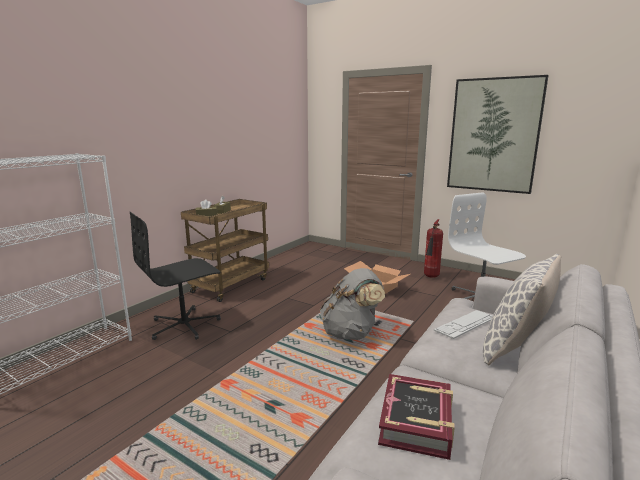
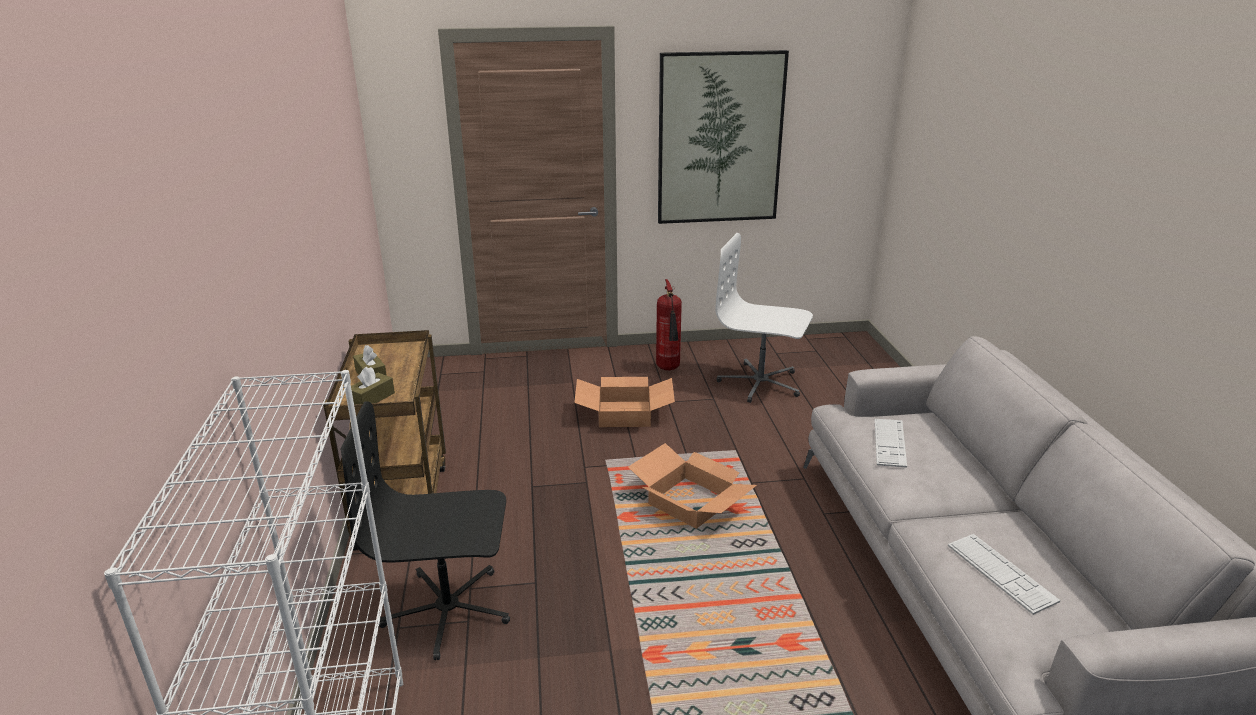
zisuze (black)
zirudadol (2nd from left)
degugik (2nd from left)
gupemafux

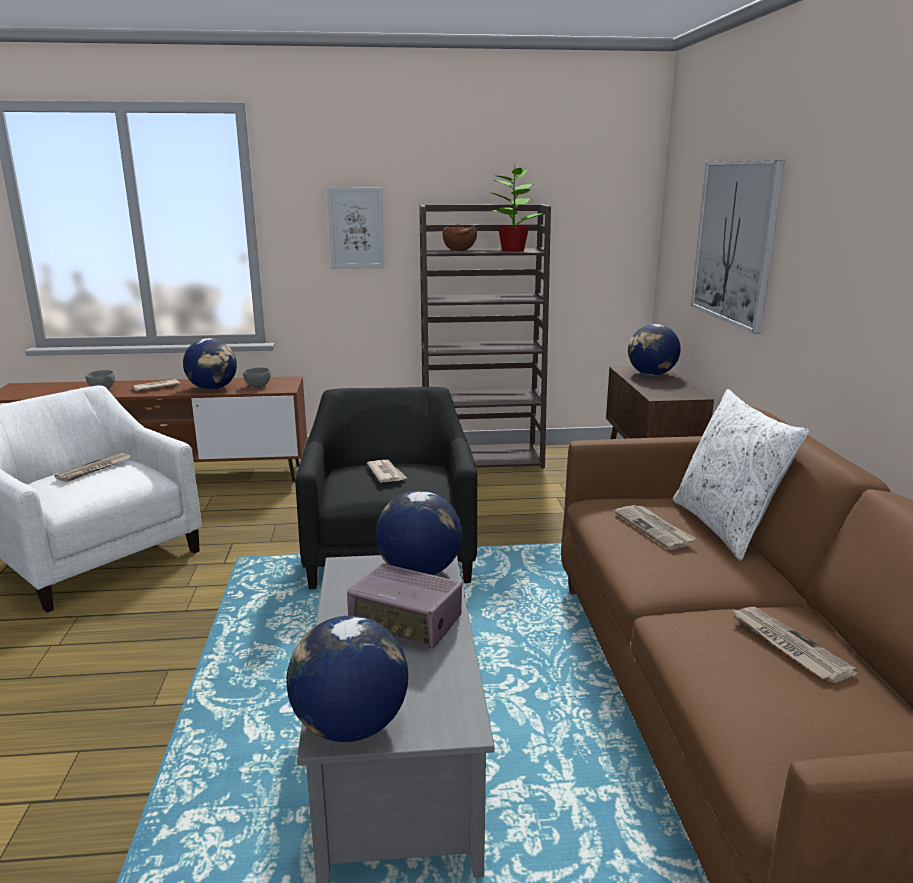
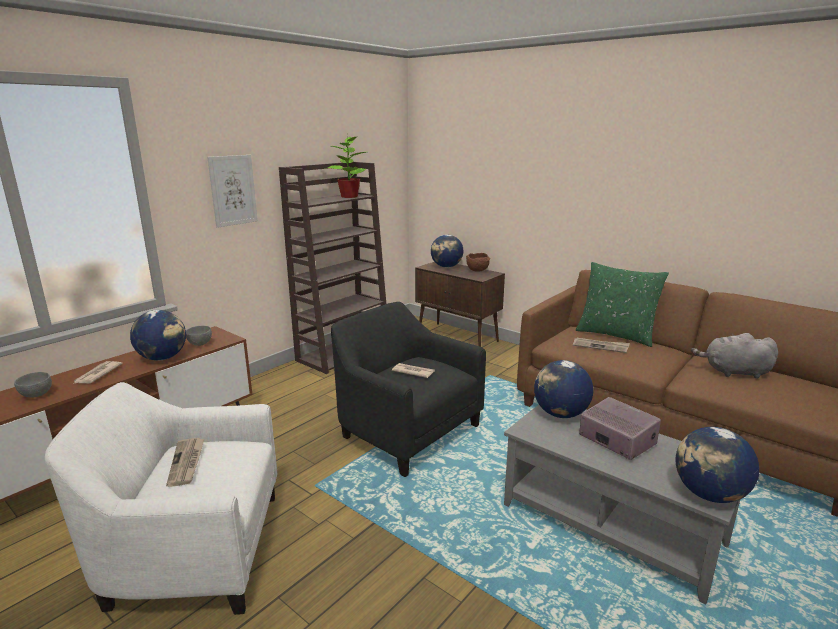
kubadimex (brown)
gupemafux (green)
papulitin
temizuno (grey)
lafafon (2nd from left in the first image)

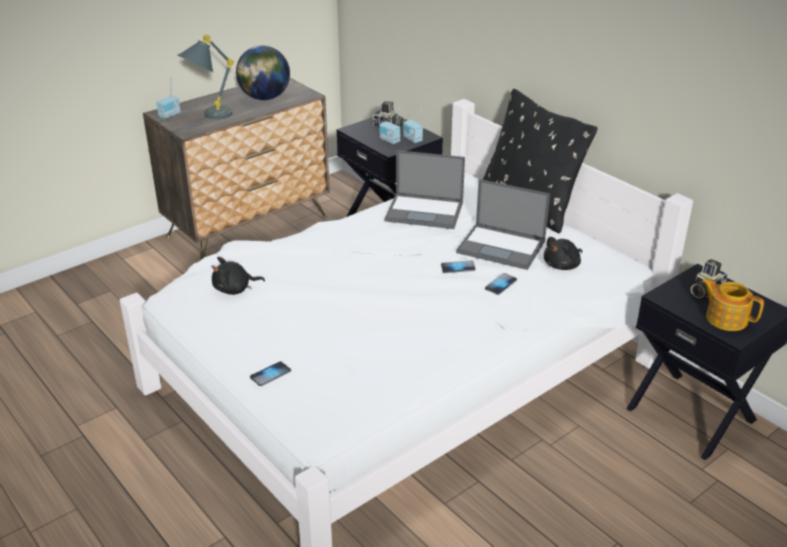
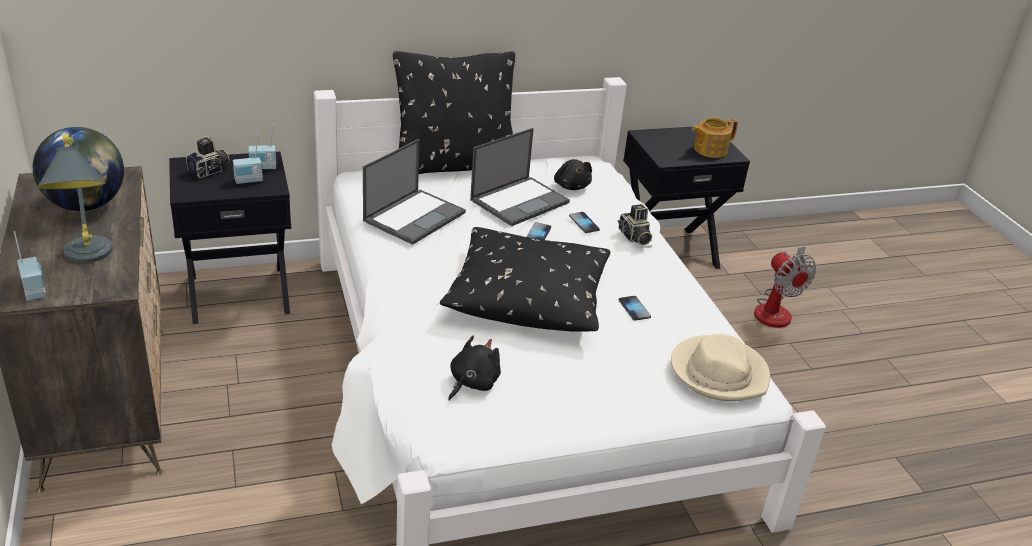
gupemafux (black) (2nd from left)
temizuno (black) (1st from left)
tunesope (2nd from left)
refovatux (3rd from left)
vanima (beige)
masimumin

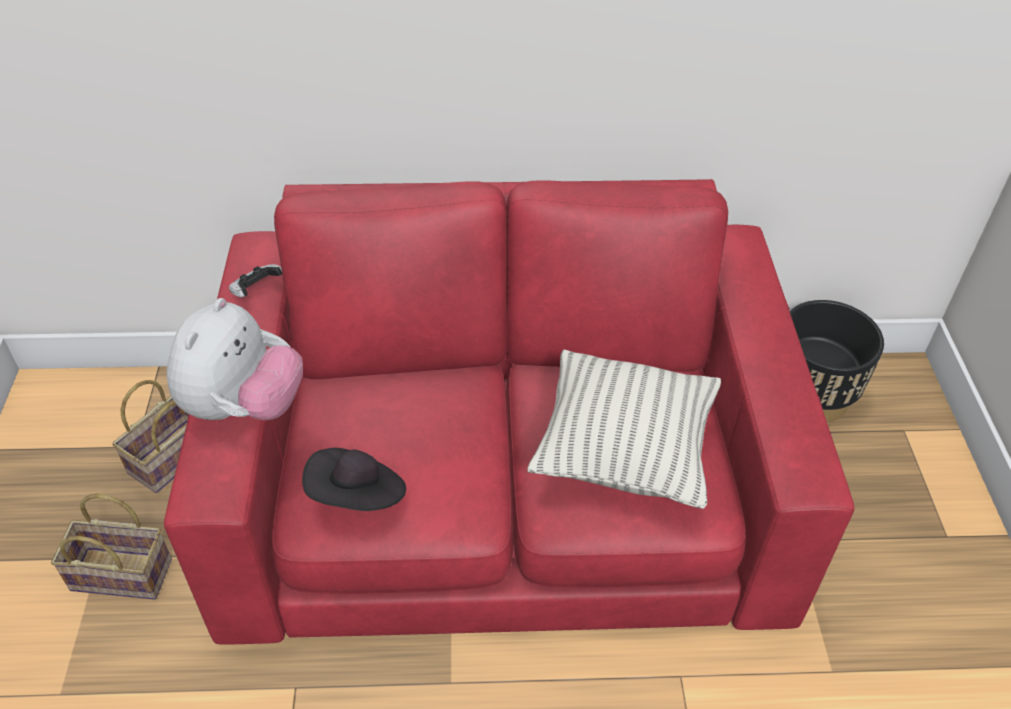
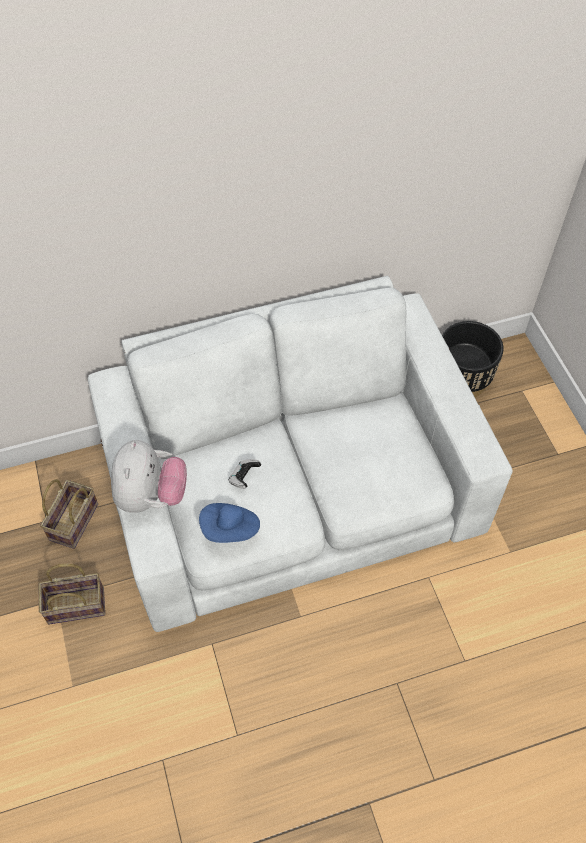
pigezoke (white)
vanima (blue)
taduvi
gupemafux

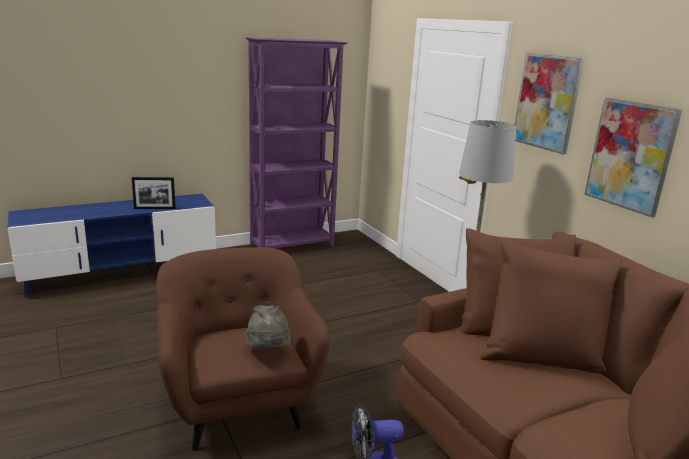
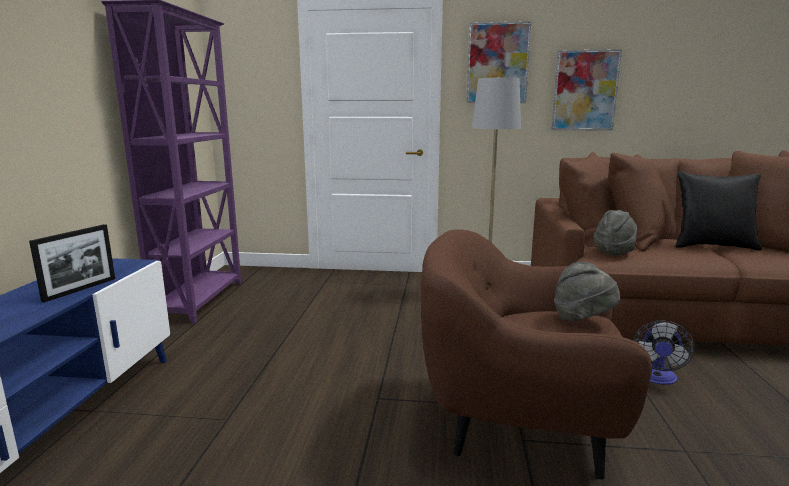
vanima (grey) (2nd from left)
gupemafux (black)

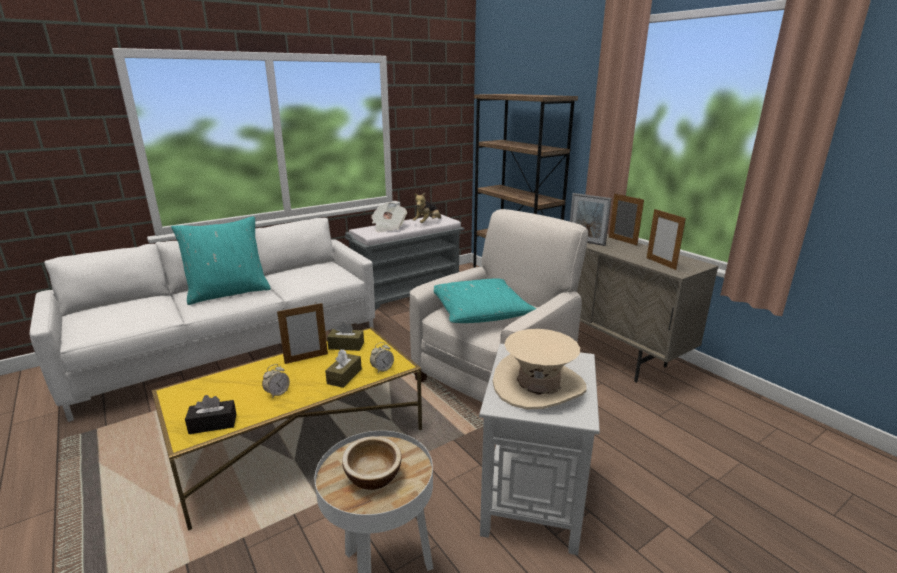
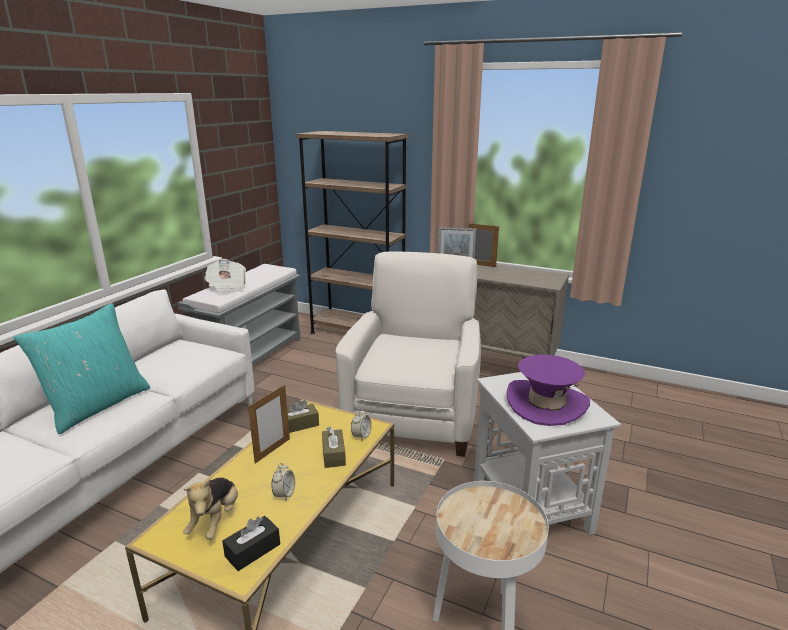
temizuno
vanima (purple)
kubadimex
gupemafux (turquoise) (2nd from left in the first image)
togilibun (4th from left in the first image)

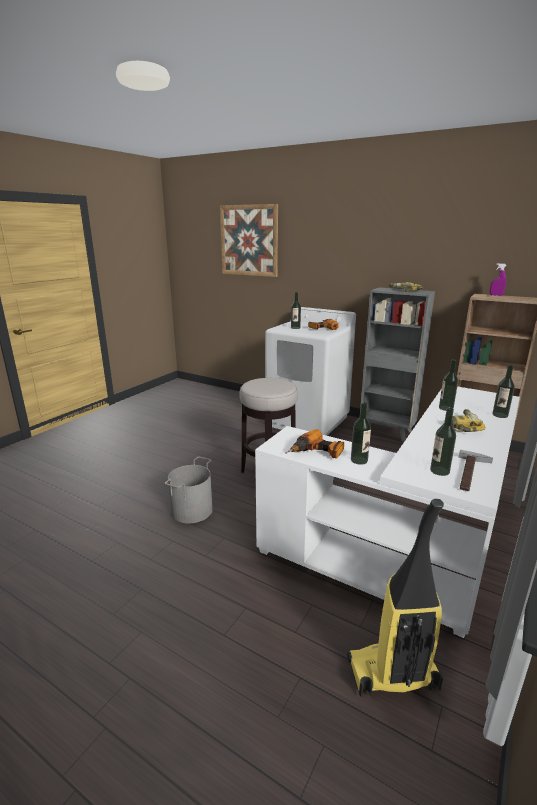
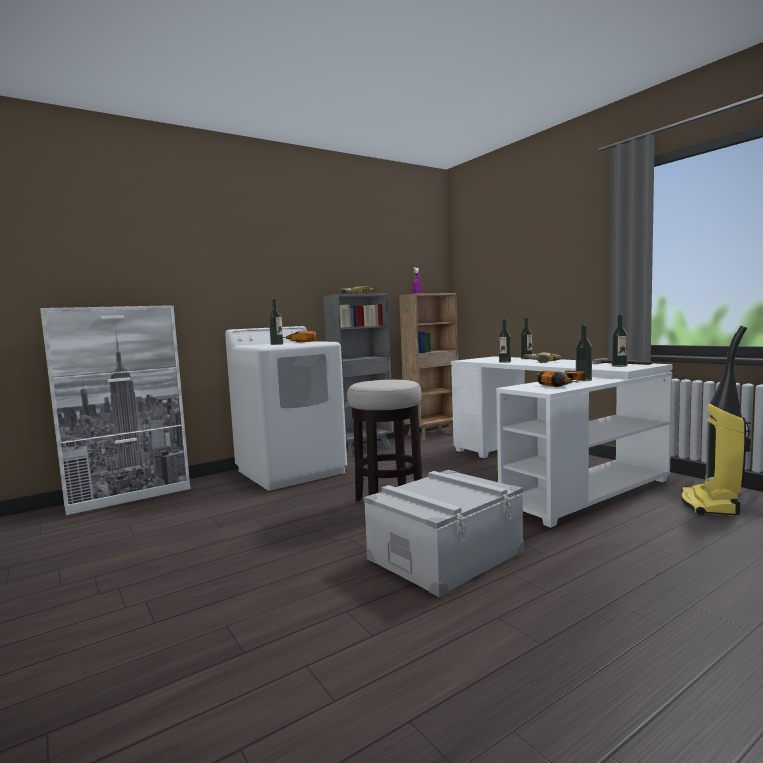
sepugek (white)
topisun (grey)
lafafon

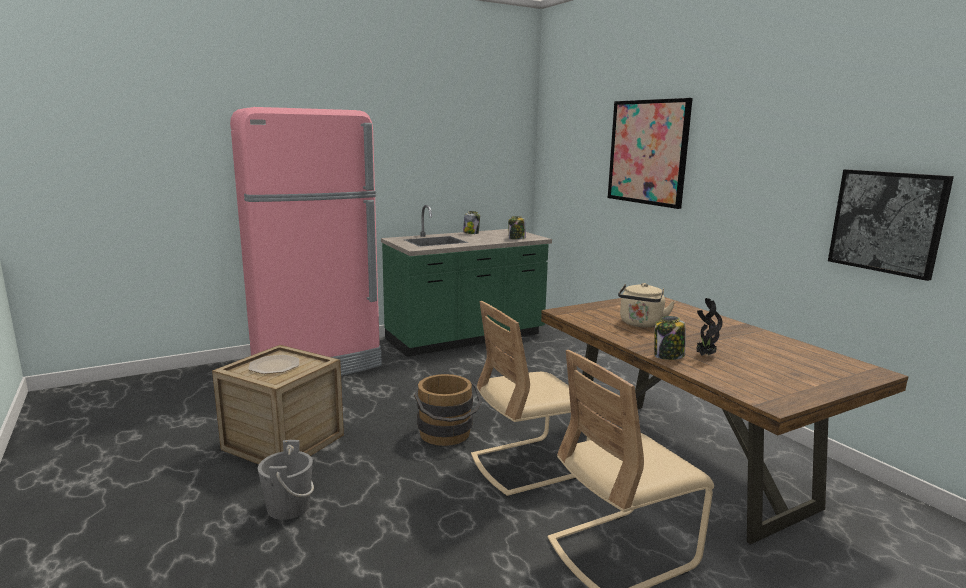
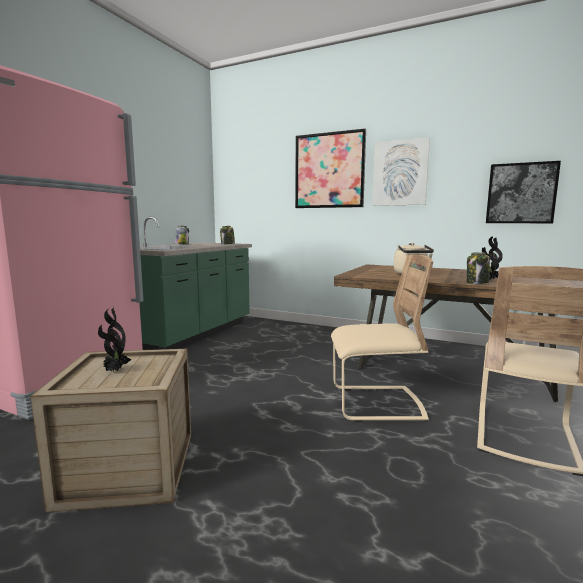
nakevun (1st from left)
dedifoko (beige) (1st from left)
lafafon (2nd from left)
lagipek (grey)
lagipek (brown)

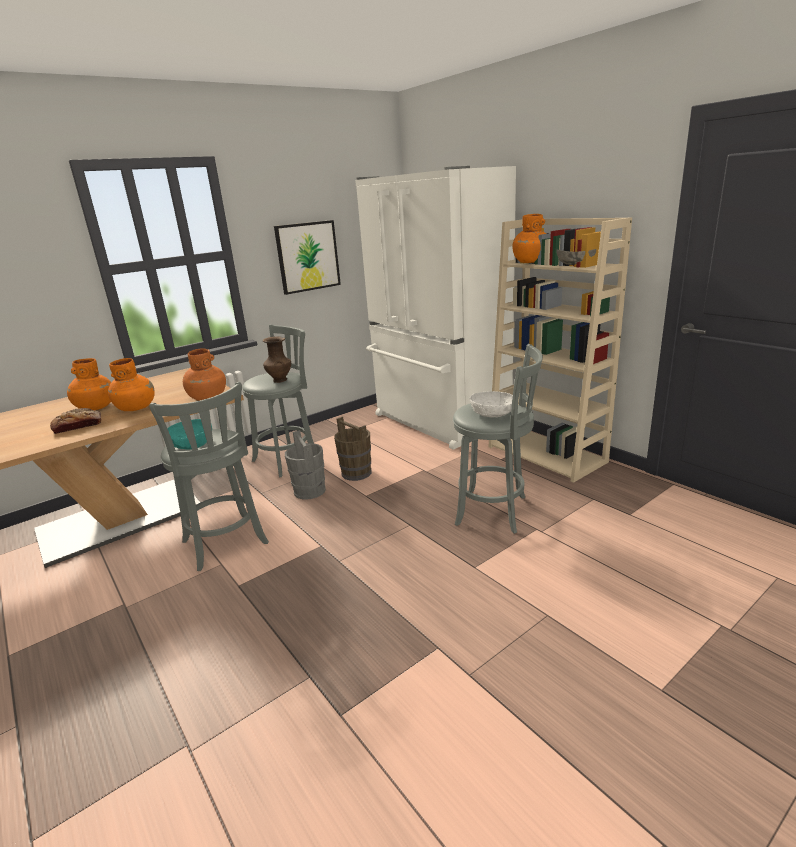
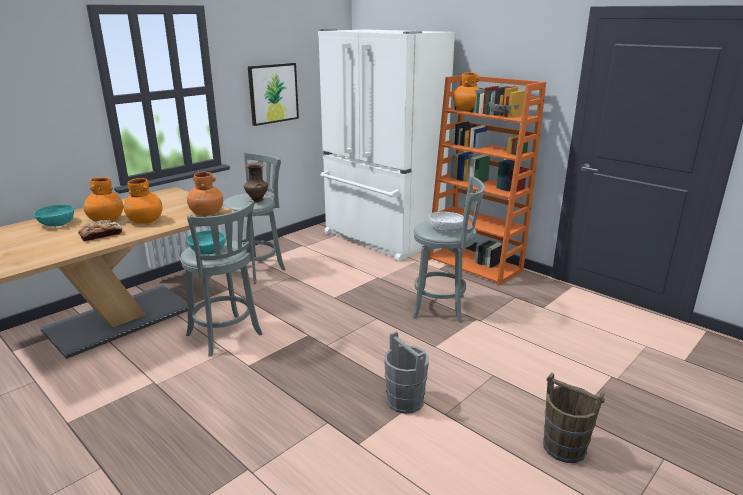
kubadimex (turquoise) (1st from left)
lagipek (grey)
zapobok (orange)
lagipek (brown)

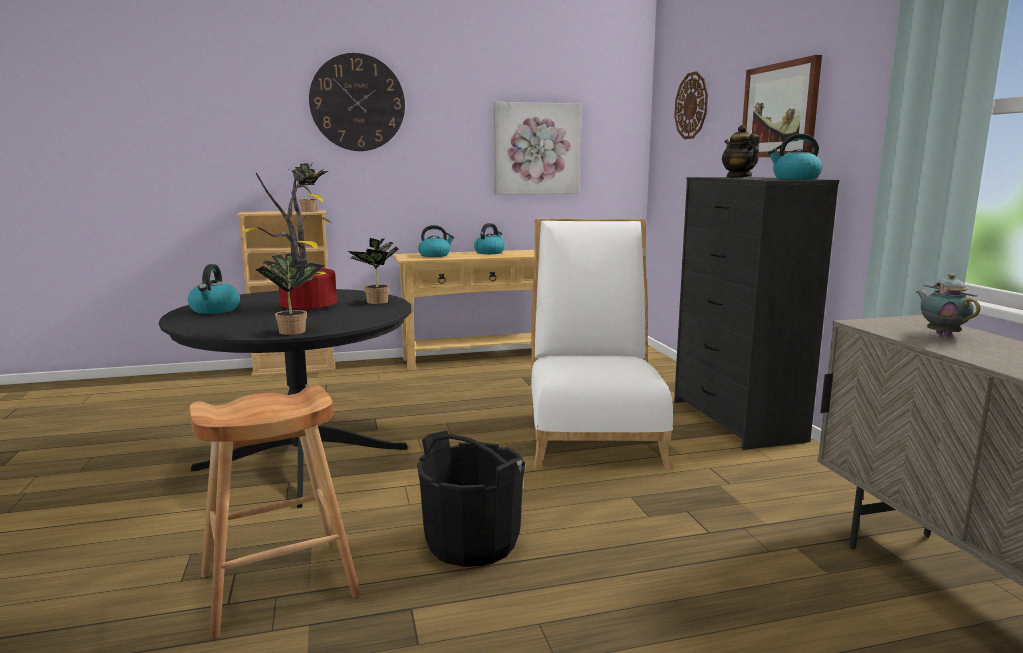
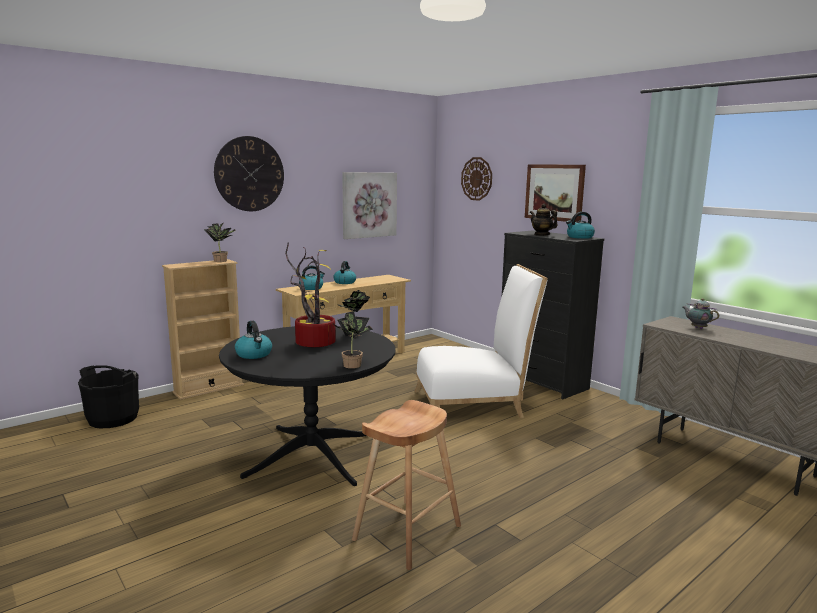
lagipek (black)
dedifoko (white)

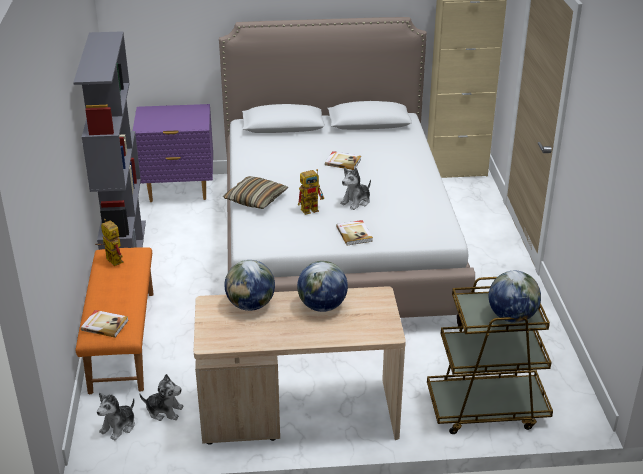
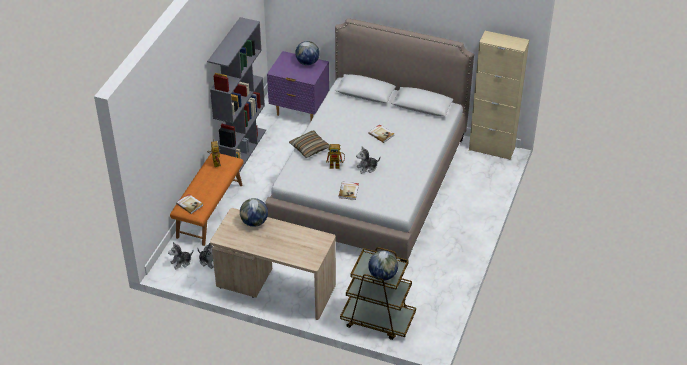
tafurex (2nd from left)

